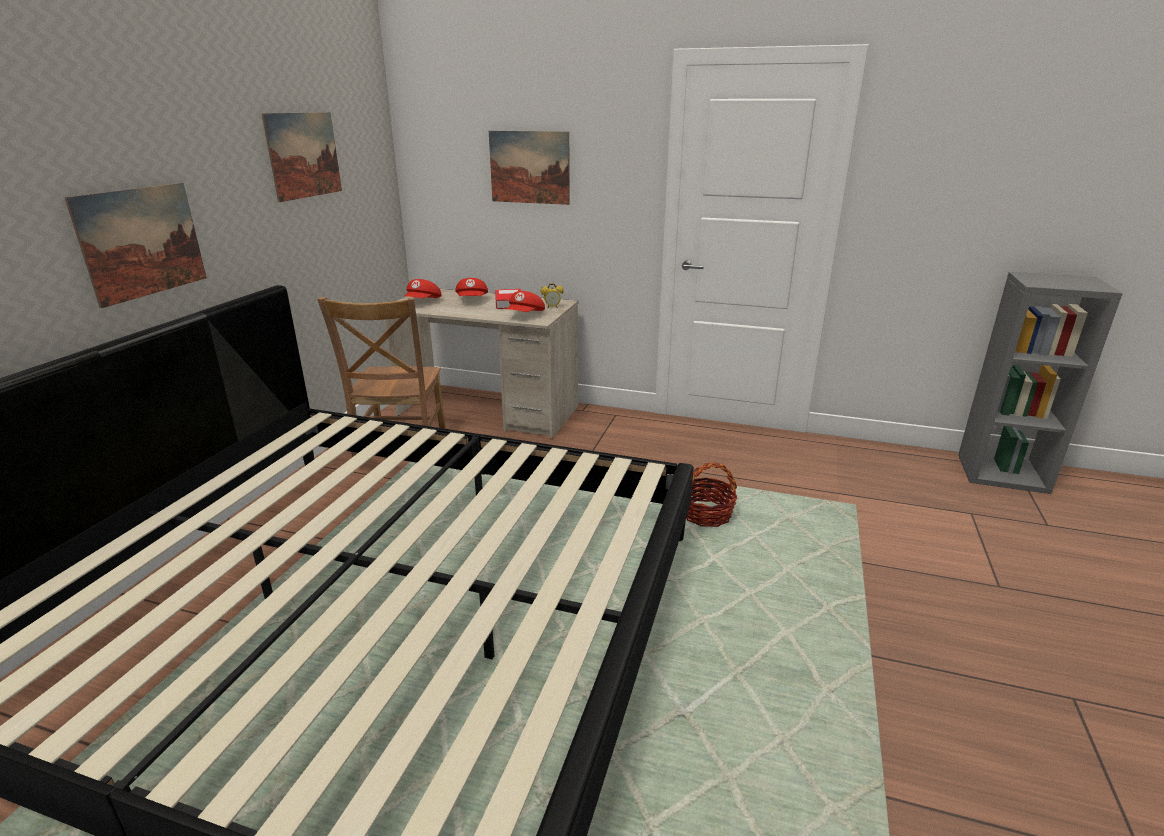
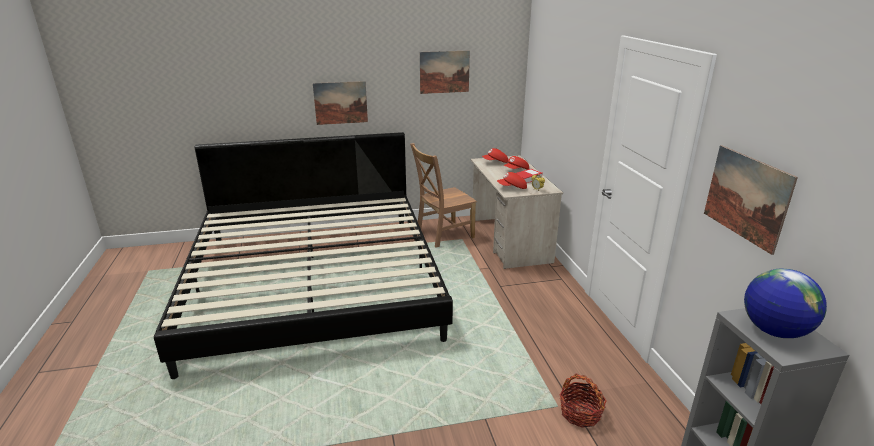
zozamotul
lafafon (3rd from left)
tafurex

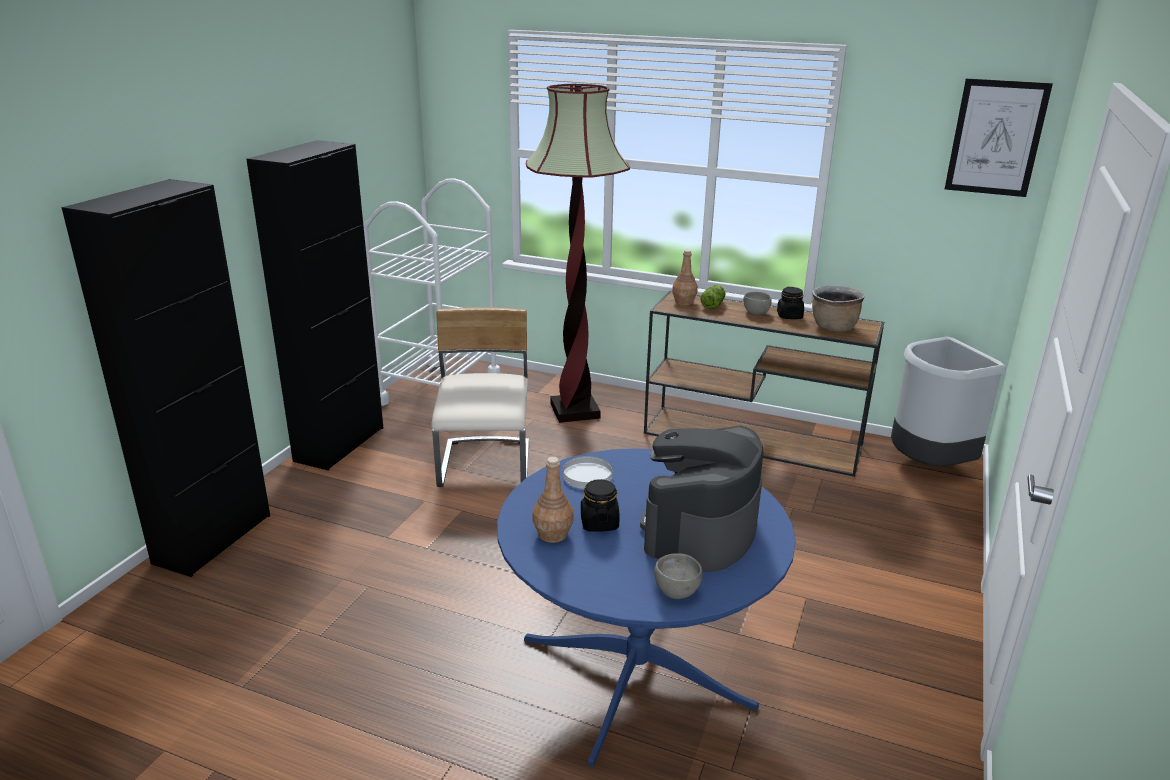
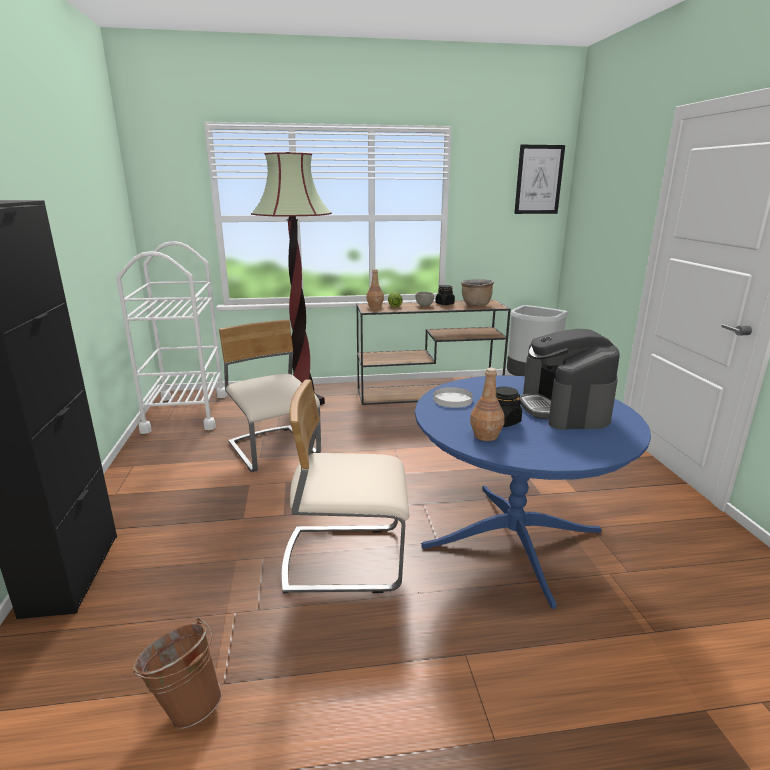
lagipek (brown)
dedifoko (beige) (2nd from left)
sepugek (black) (2nd from left in the first image)
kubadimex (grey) (1st from left in the first image)

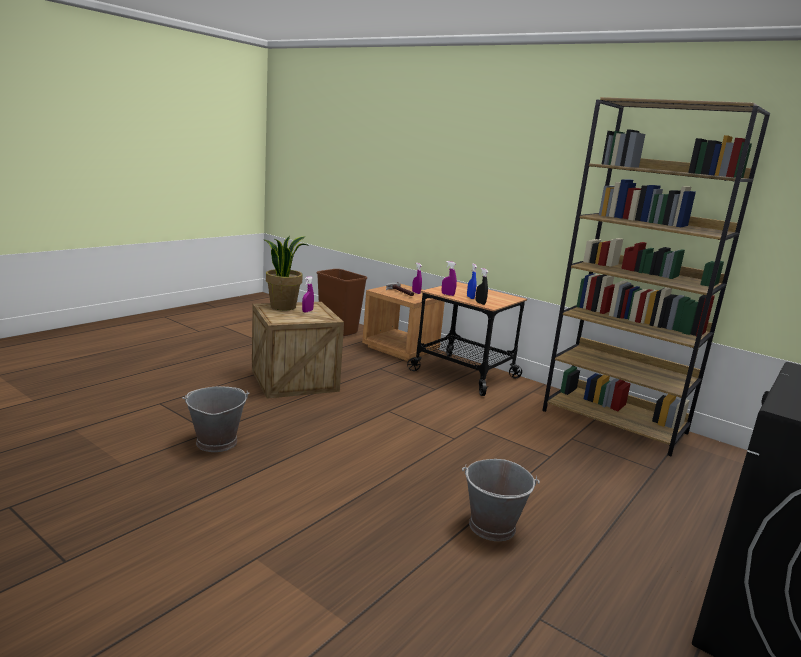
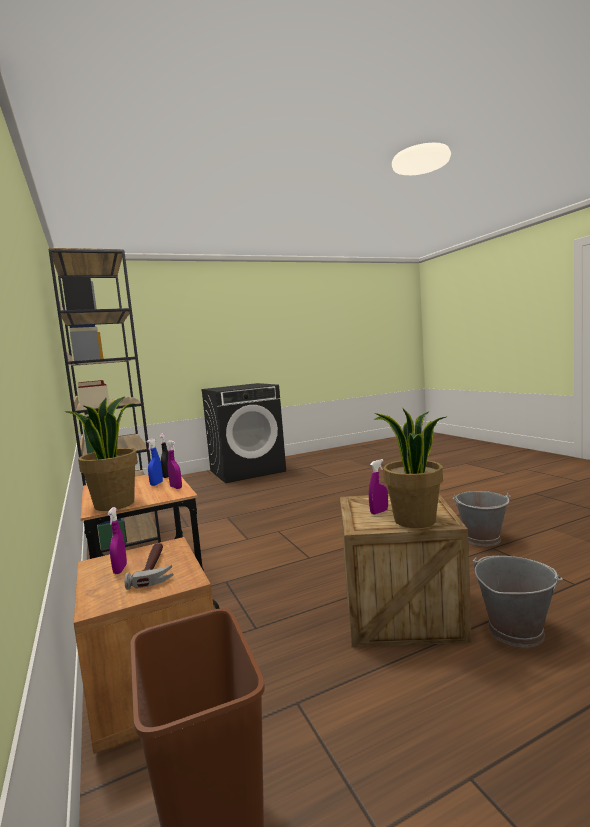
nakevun (1st from left)
lagipek (grey) (2nd from left)

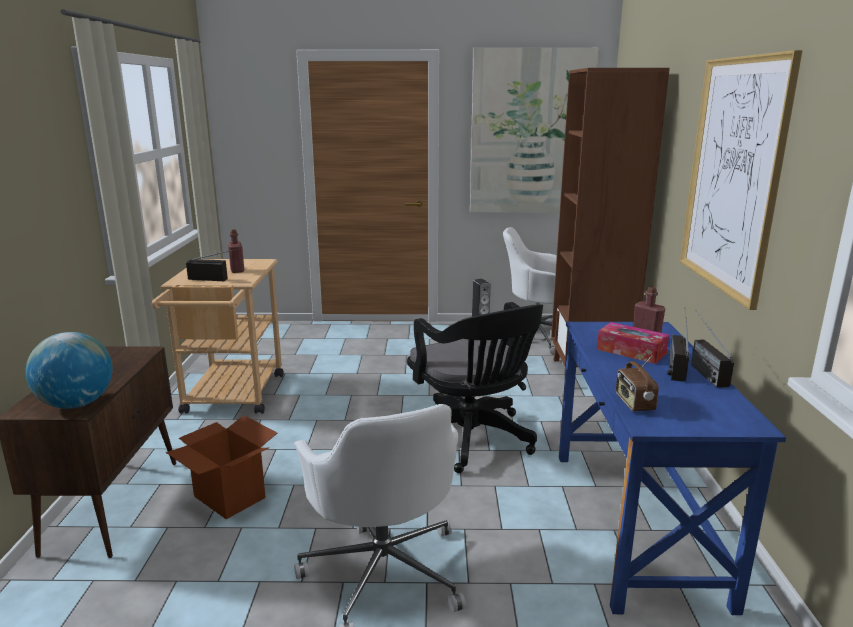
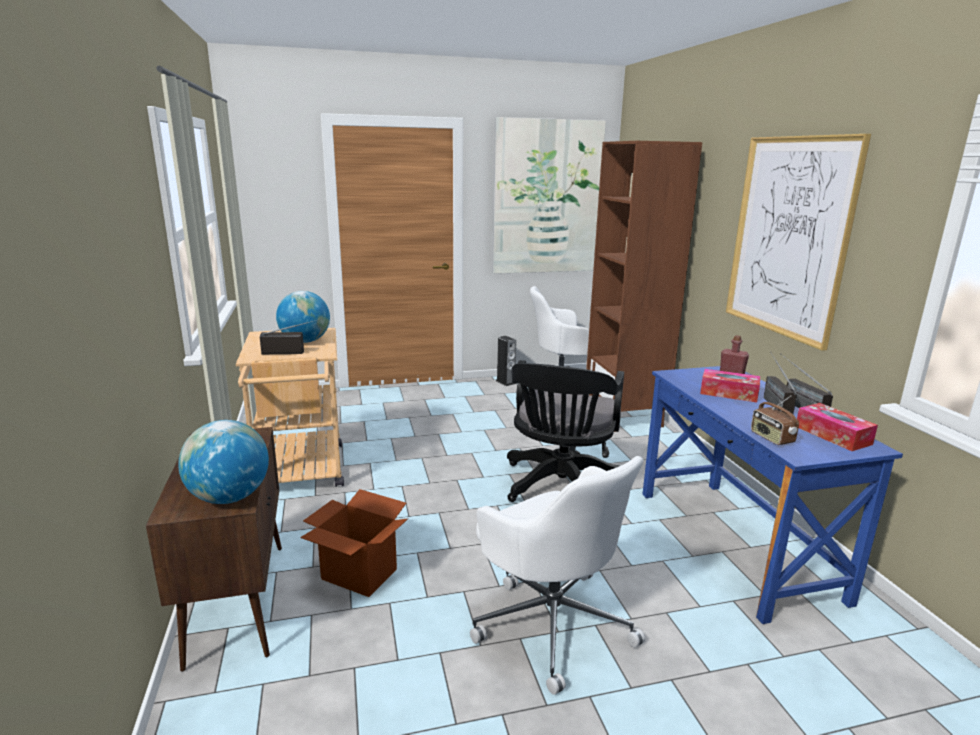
tafurex (2nd from left)
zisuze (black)
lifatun (2nd from left)

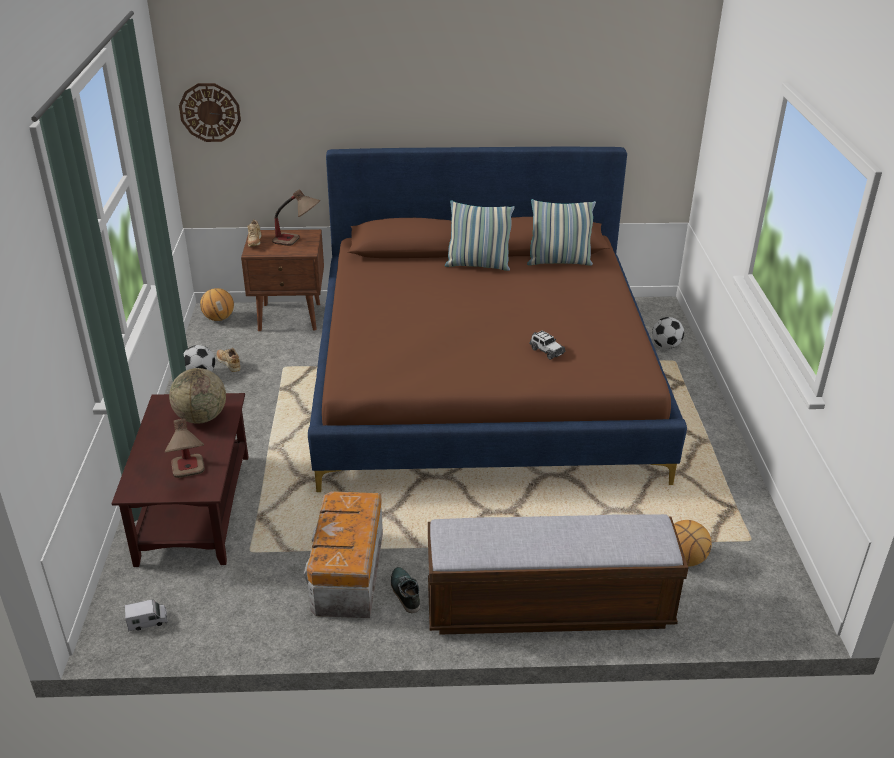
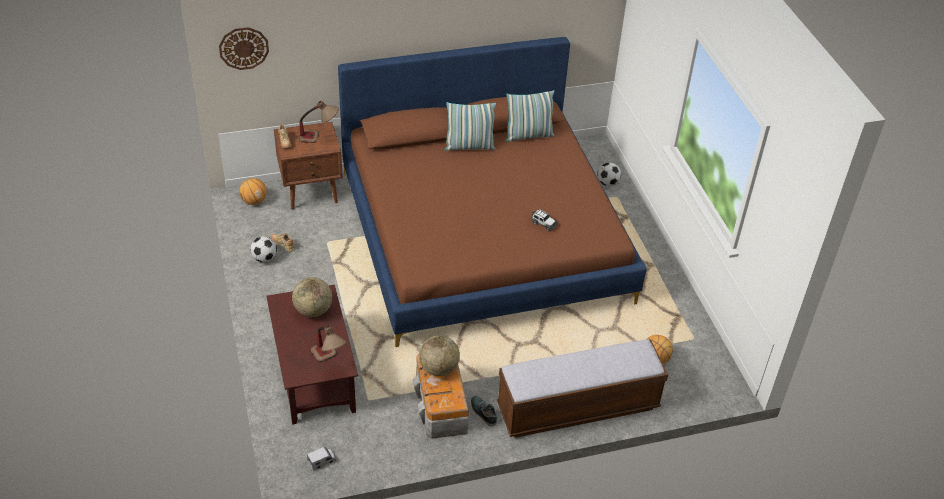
tafurex (2nd from left)

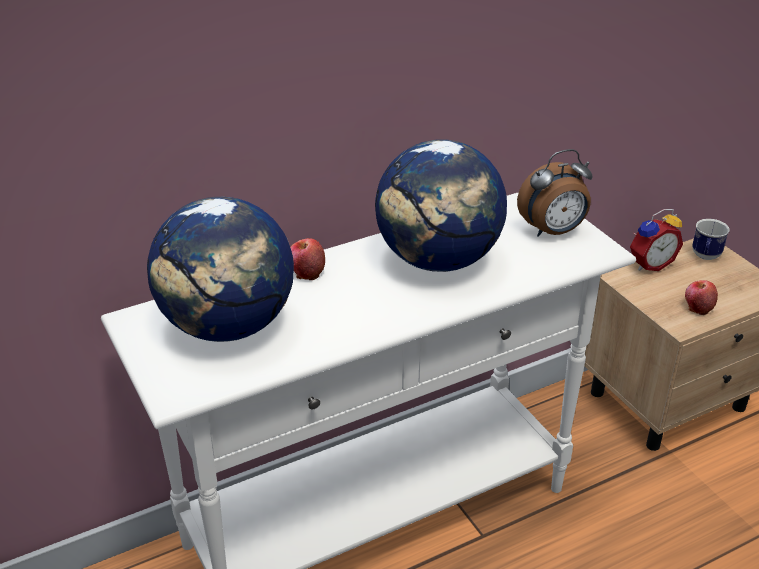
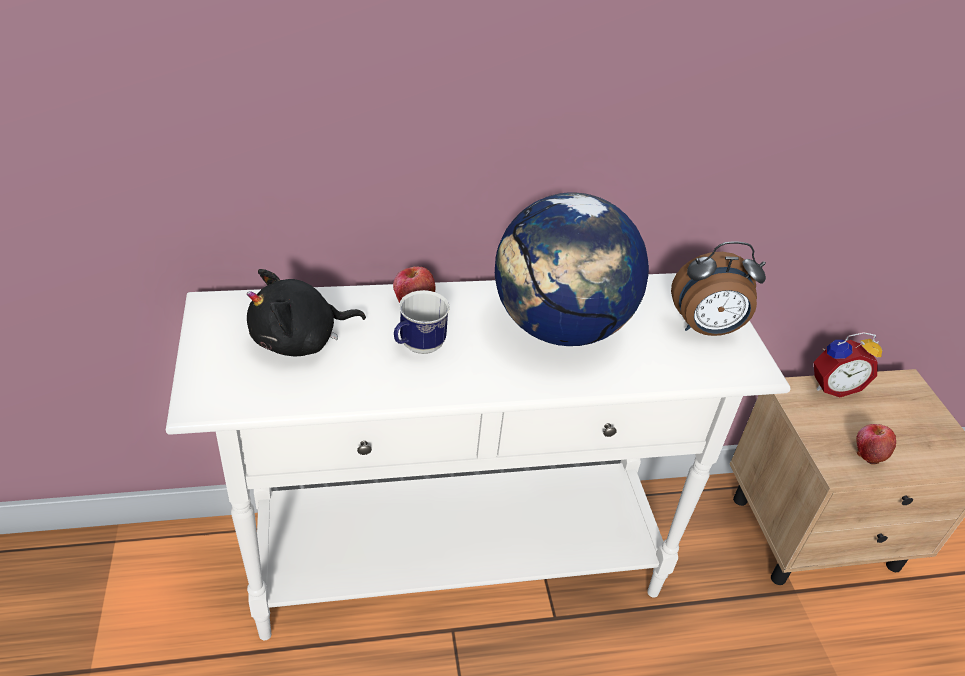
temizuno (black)
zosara

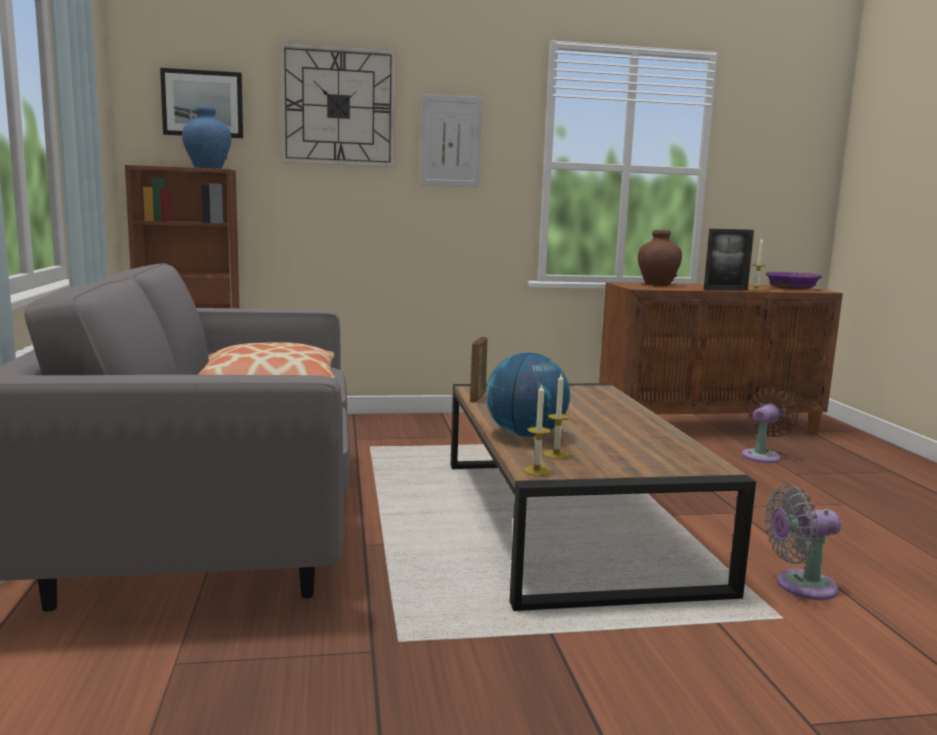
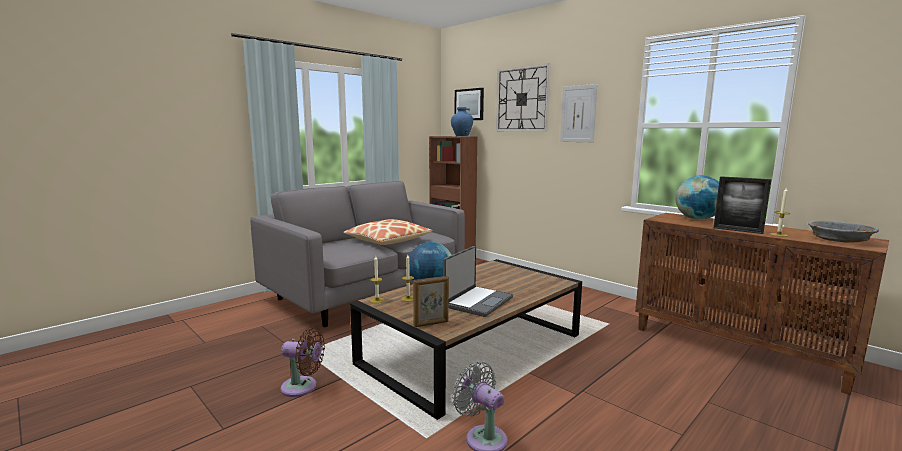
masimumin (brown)
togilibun (1st from left)
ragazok
tafurex (2nd from left)
kubadimex (grey)

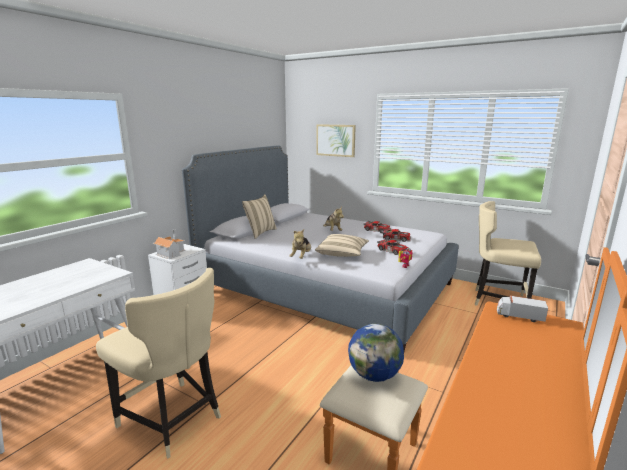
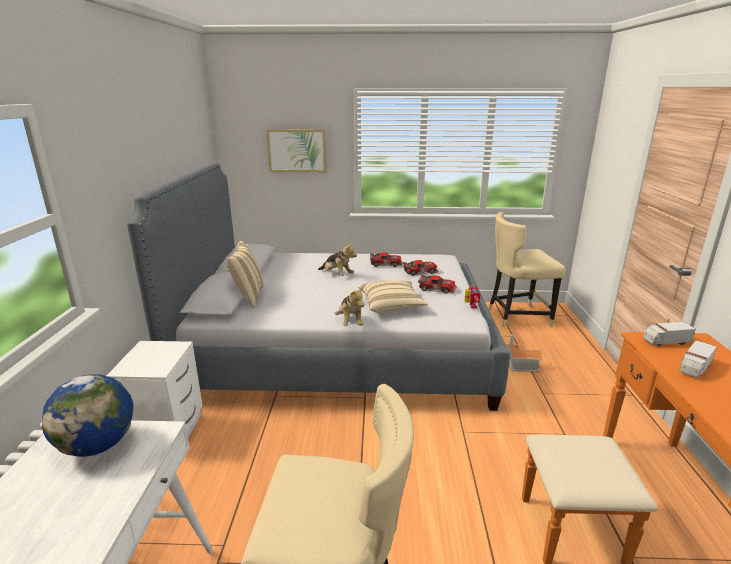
tafurex
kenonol
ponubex (2nd from left)

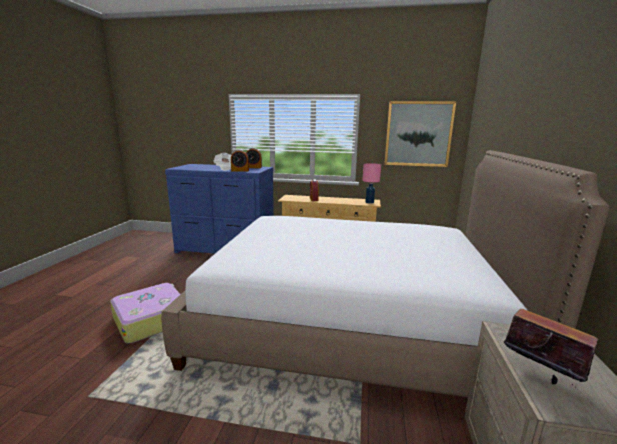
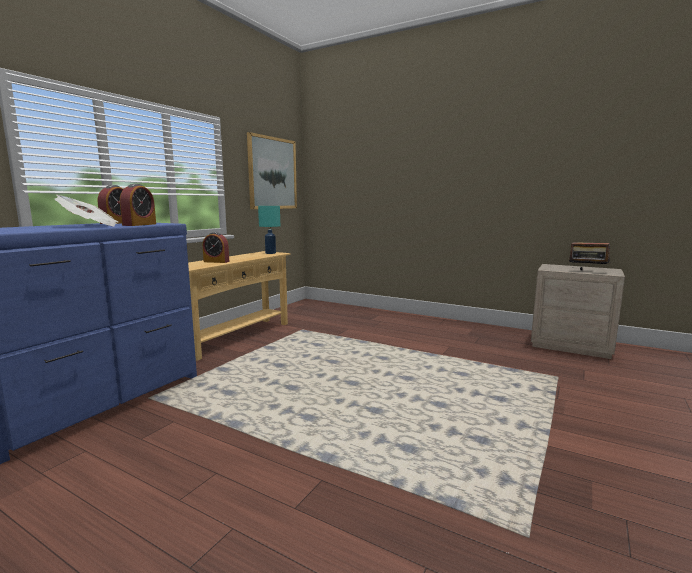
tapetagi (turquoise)
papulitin
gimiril
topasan

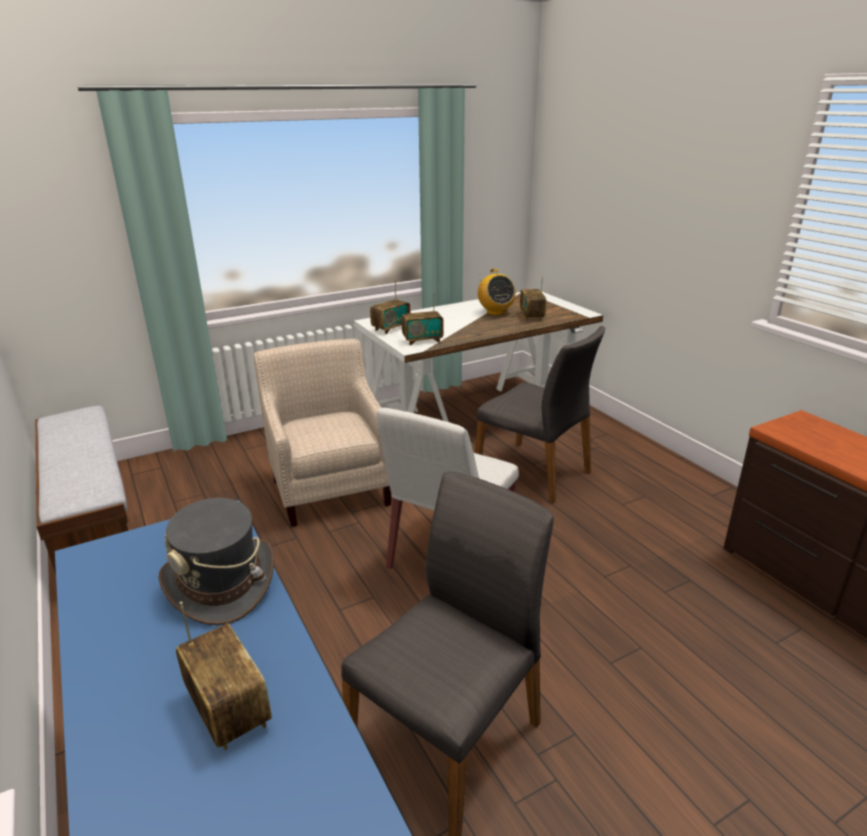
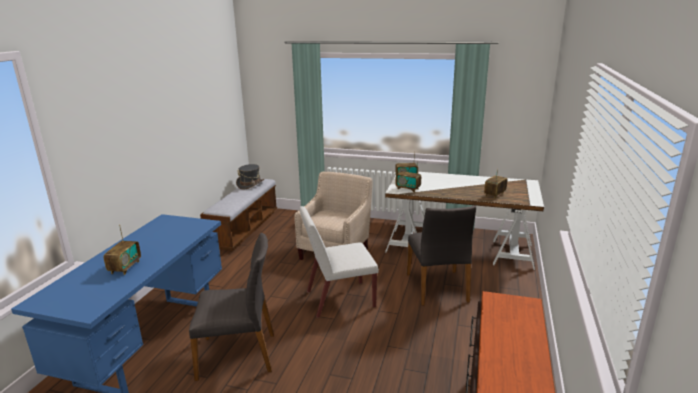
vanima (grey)
papulitin (4th from left in the first image)

